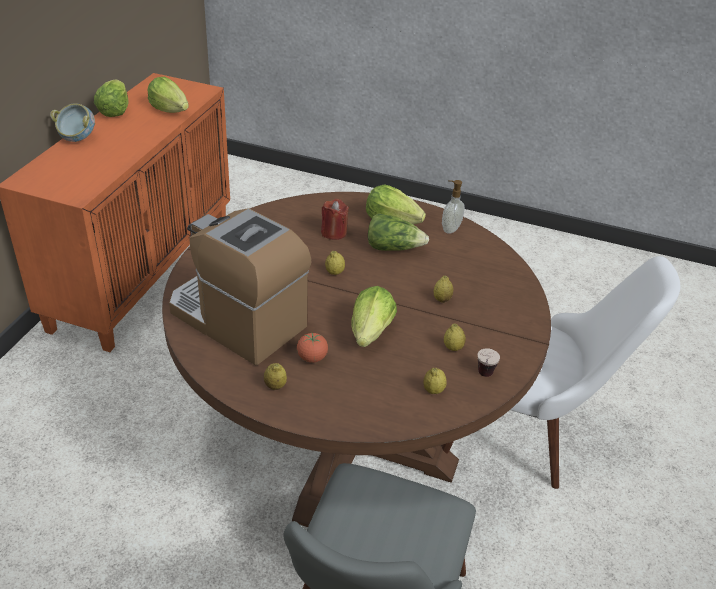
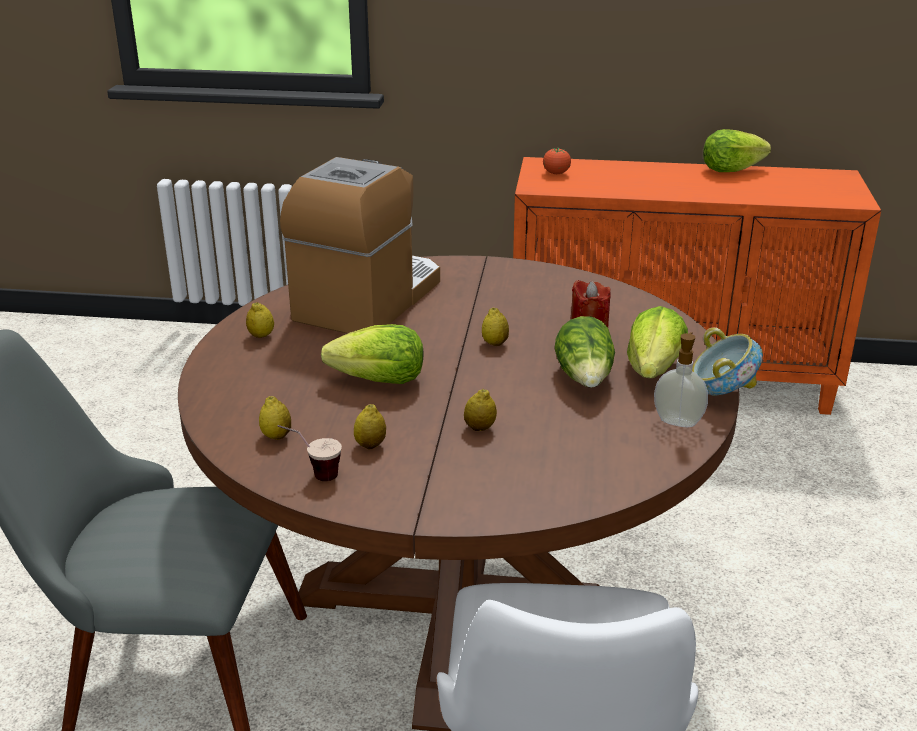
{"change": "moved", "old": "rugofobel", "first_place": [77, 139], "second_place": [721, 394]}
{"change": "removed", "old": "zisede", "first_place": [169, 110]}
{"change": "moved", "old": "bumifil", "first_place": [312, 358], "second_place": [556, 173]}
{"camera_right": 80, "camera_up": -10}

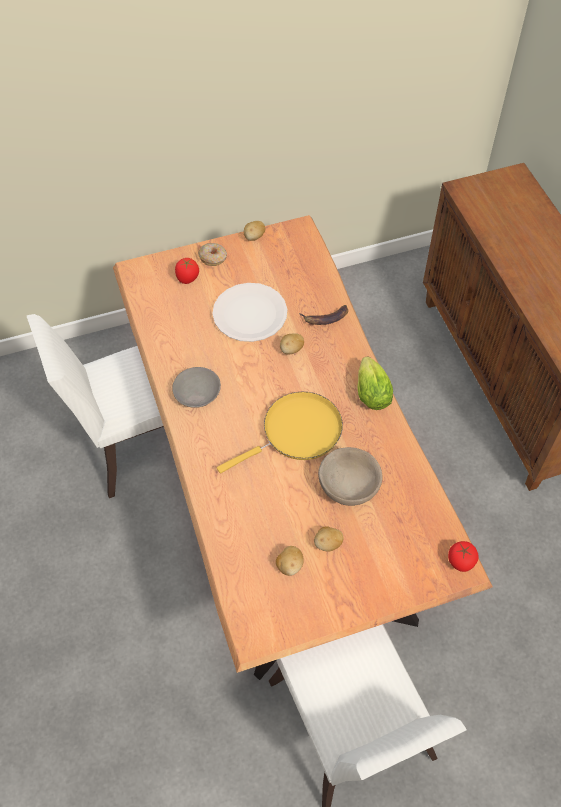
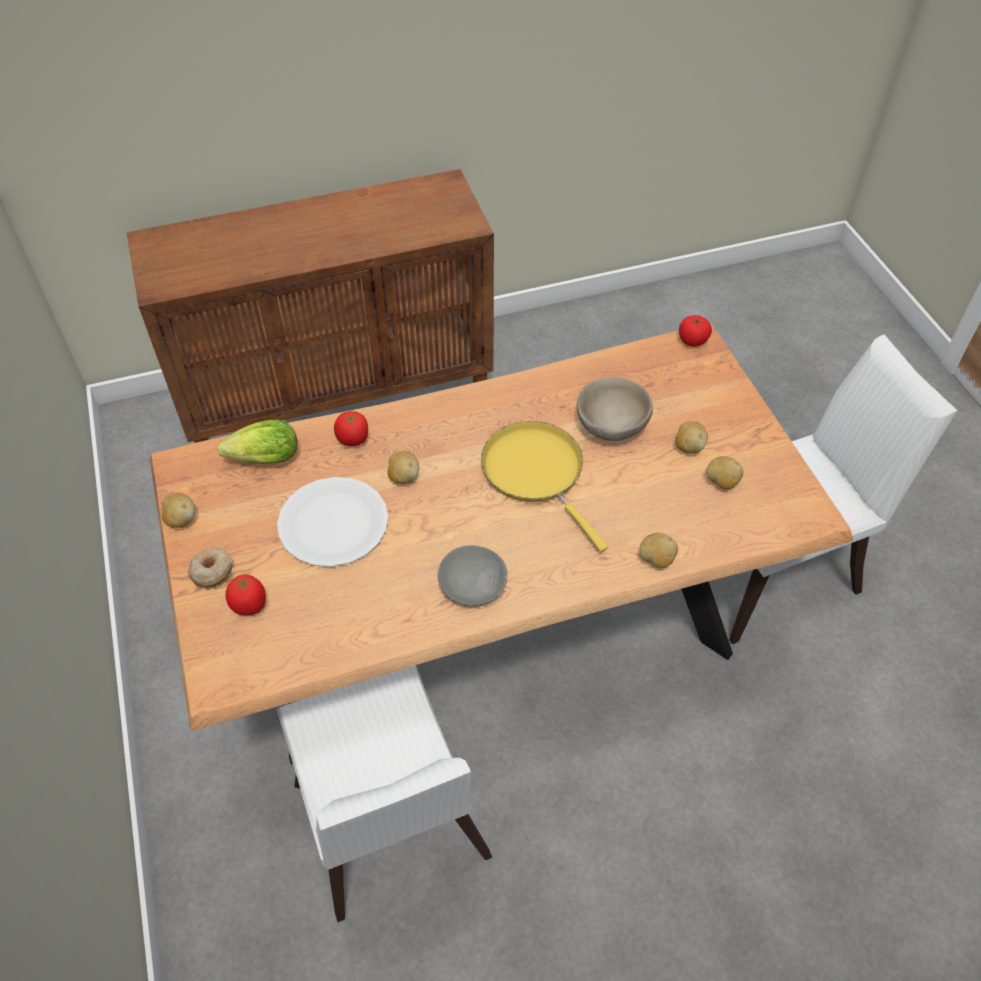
{"change": "replaced", "old": "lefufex", "new": "bumifil", "first_place": [325, 318], "second_place": [353, 440]}
{"change": "moved", "old": "zisede", "first_place": [371, 391], "second_place": [261, 460]}
{"change": "added", "new": "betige", "second_place": [656, 559]}
{"camera_right": -90, "camera_up": -5}

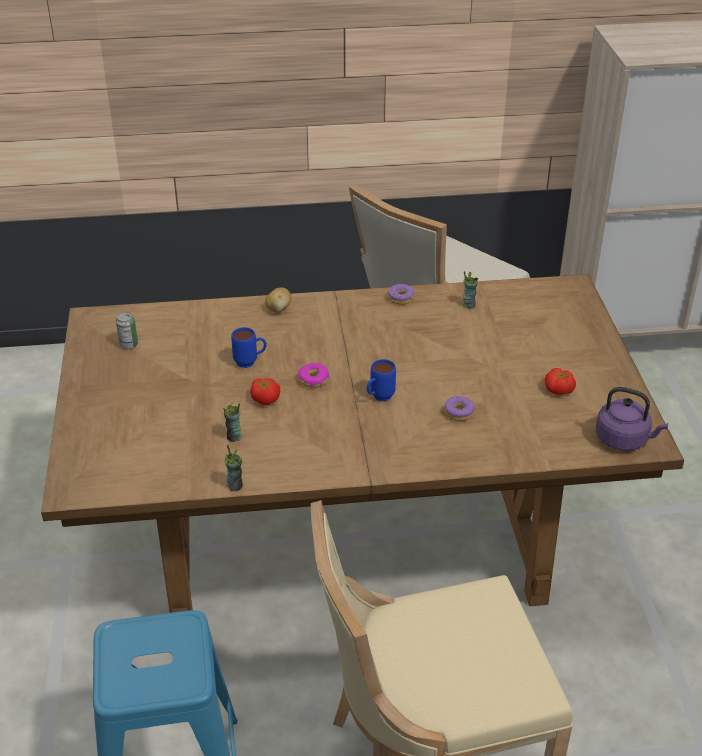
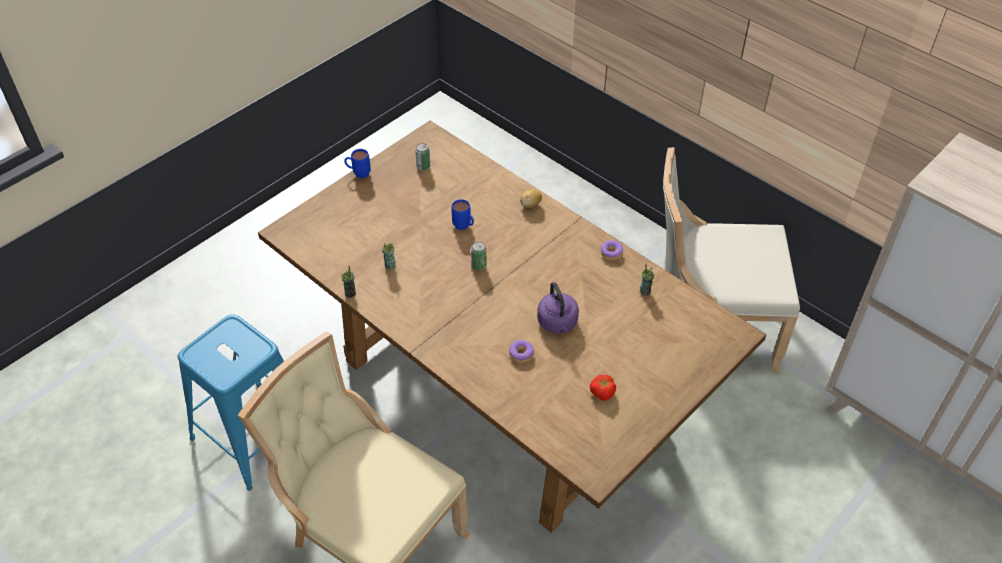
{"change": "removed", "old": "bumifil", "first_place": [265, 399]}
{"change": "replaced", "old": "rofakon", "new": "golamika", "first_place": [313, 380], "second_place": [478, 265]}
{"change": "moved", "old": "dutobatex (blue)", "first_place": [379, 398], "second_place": [358, 174]}
{"change": "moved", "old": "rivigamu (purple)", "first_place": [624, 440], "second_place": [558, 324]}
{"camera_right": 50, "camera_up": 10}

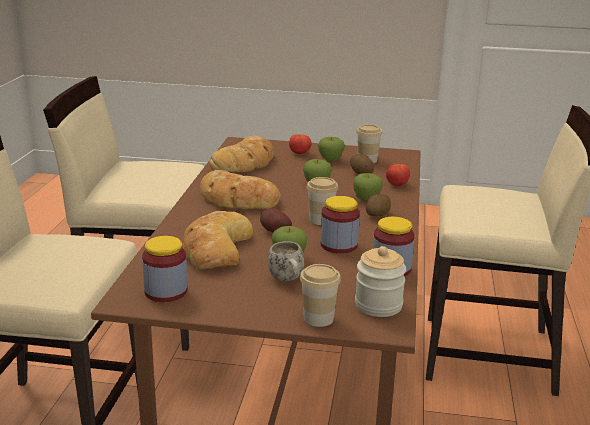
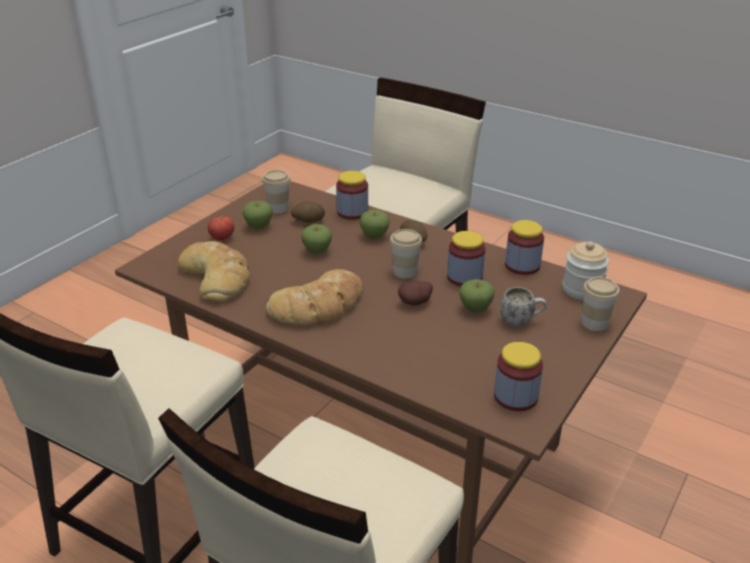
{"change": "removed", "old": "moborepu", "first_place": [215, 249]}
{"change": "replaced", "old": "bumifil", "new": "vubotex", "first_place": [397, 185], "second_place": [352, 212]}
{"camera_right": -65, "camera_up": 10}

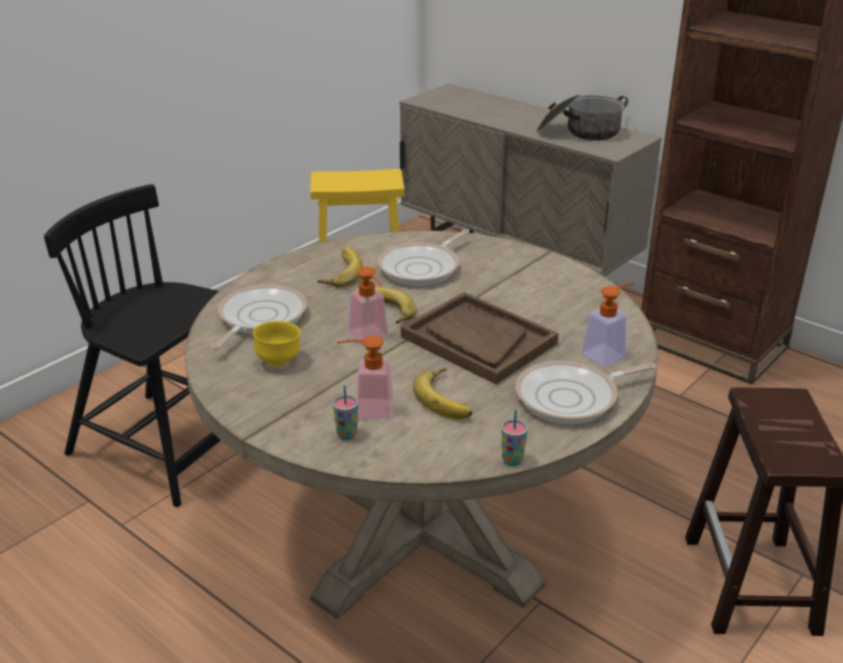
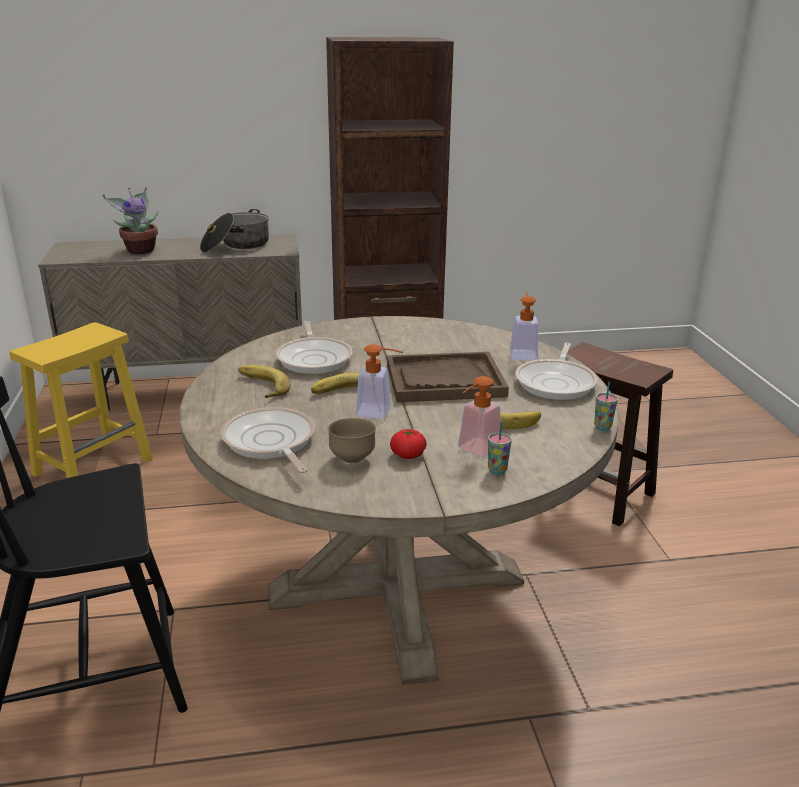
{"change": "recoloured", "old": "rugofobel (yellow)", "new": "rugofobel (brown)", "first_place": [279, 361], "second_place": [352, 458]}
{"change": "added", "new": "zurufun", "second_place": [140, 250]}
{"change": "added", "new": "bumifil", "second_place": [408, 455]}
{"camera_right": -50, "camera_up": -5}

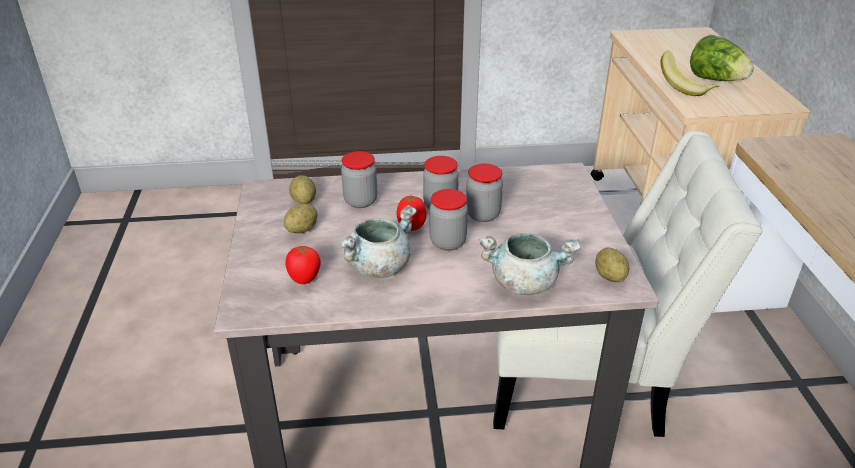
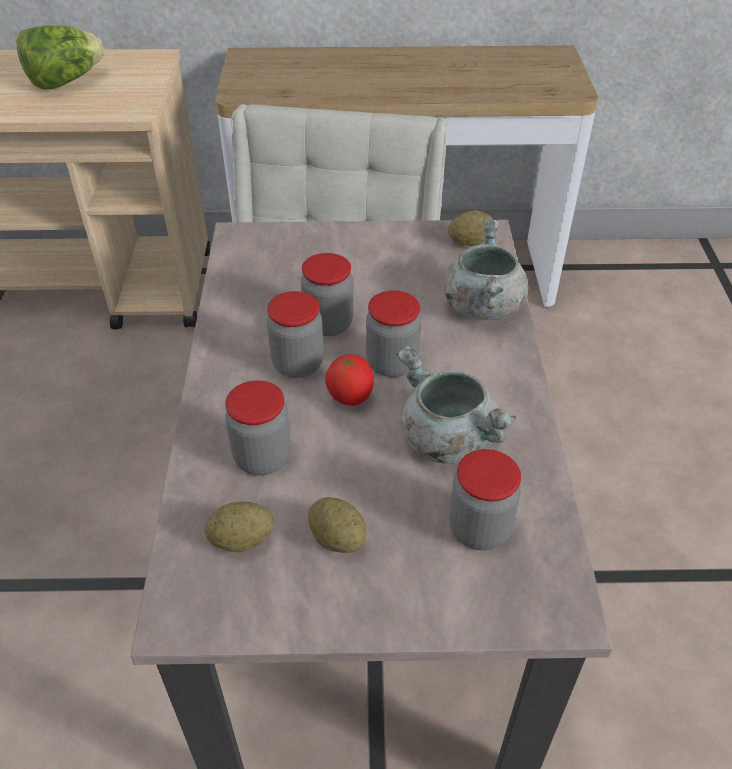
{"change": "replaced", "old": "bumifil", "new": "vubotex", "first_place": [304, 280], "second_place": [479, 529]}
{"change": "removed", "old": "lefufex", "first_place": [686, 88]}
{"camera_right": -85, "camera_up": 10}

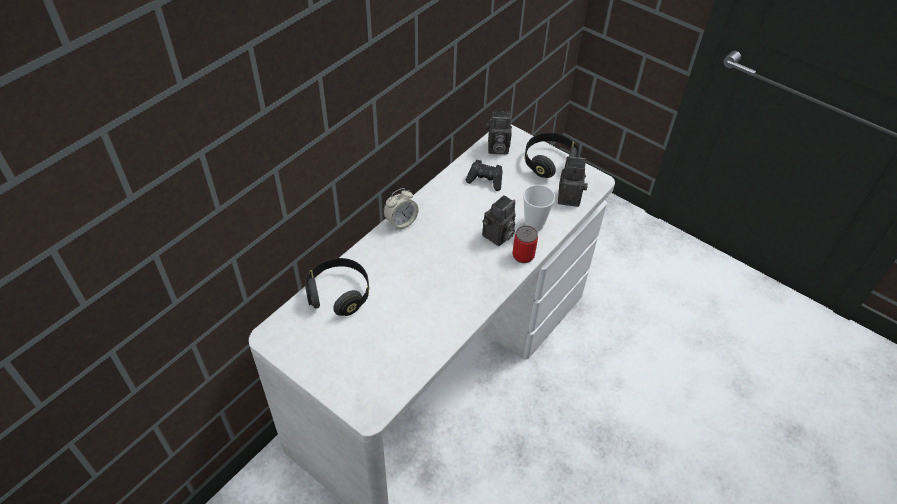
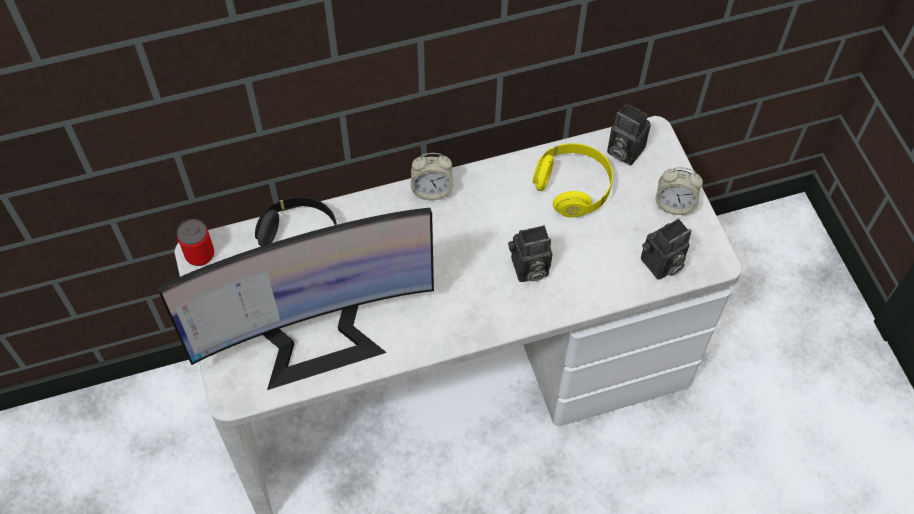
{"change": "replaced", "old": "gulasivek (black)", "new": "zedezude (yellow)", "first_place": [485, 181], "second_place": [573, 188]}
{"change": "moved", "old": "golamika", "first_place": [523, 255], "second_place": [200, 254]}
{"change": "removed", "old": "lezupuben", "first_place": [534, 224]}
{"change": "replaced", "old": "zedezude (black)", "new": "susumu", "first_place": [549, 162], "second_place": [674, 204]}
{"change": "turned", "old": "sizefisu", "first_place": [570, 197], "second_place": [661, 265], "degrees": 105}
{"change": "added", "new": "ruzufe", "second_place": [316, 336]}
{"camera_right": 35, "camera_up": 10}

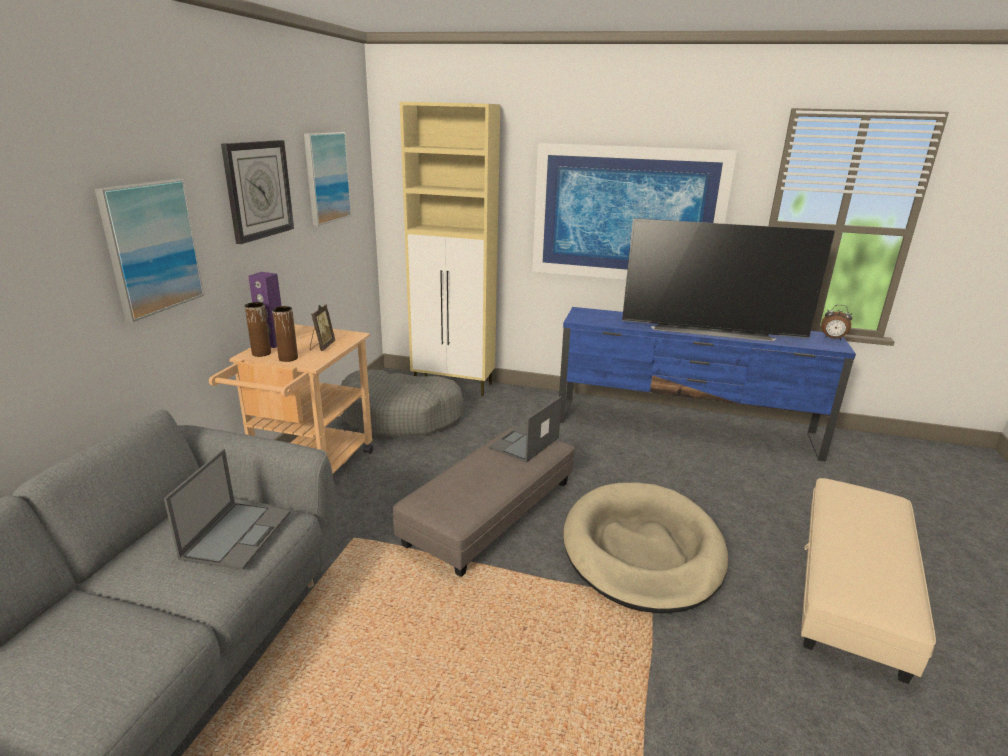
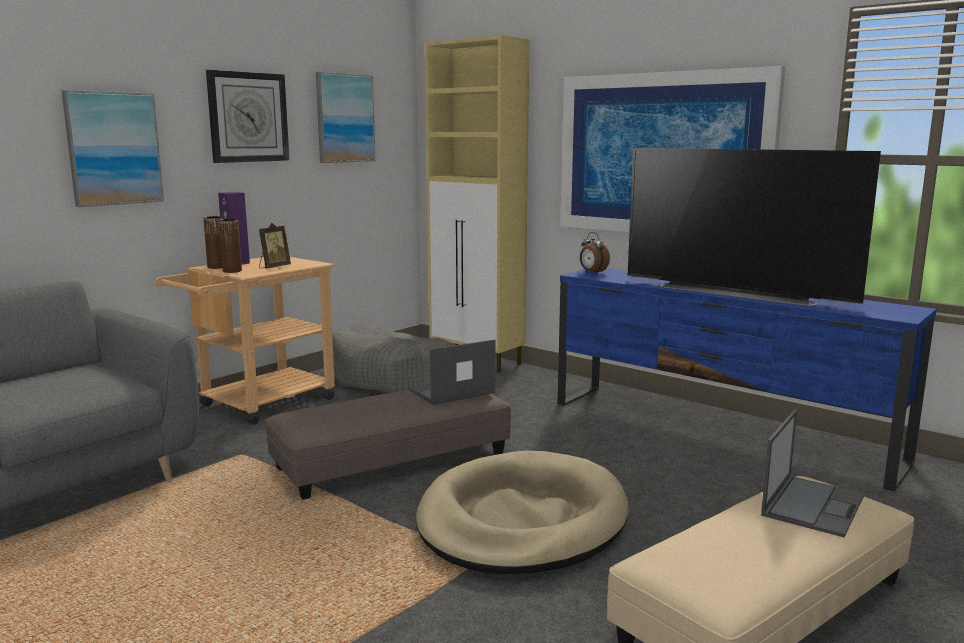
{"change": "moved", "old": "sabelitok", "first_place": [237, 534], "second_place": [813, 505]}
{"change": "moved", "old": "susumu", "first_place": [832, 338], "second_place": [592, 272]}
{"camera_right": 25, "camera_up": -10}

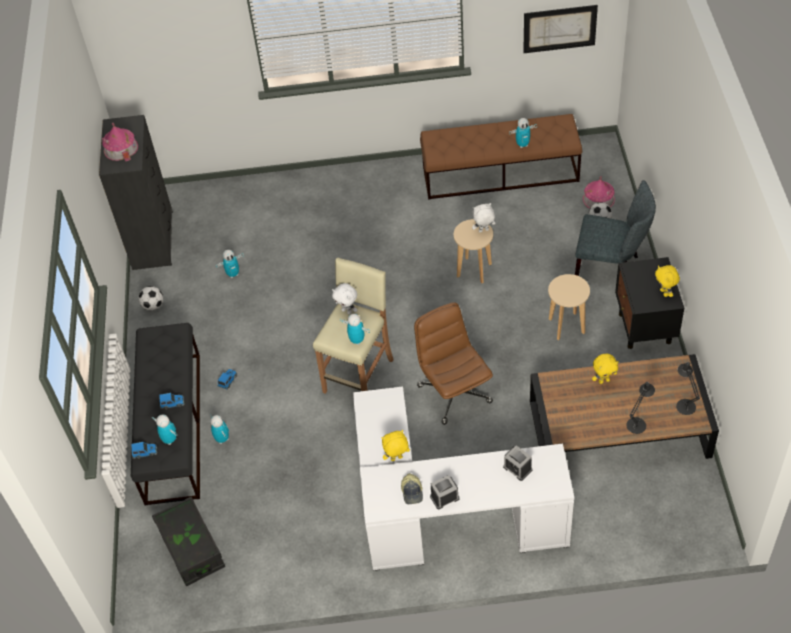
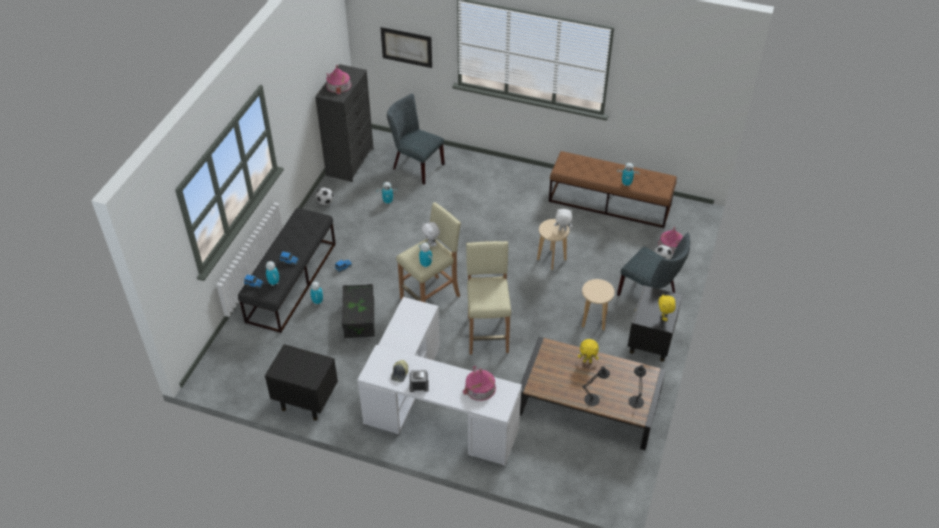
{"change": "moved", "old": "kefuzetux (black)", "first_place": [192, 549], "second_place": [359, 318]}
{"change": "removed", "old": "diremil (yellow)", "first_place": [396, 459]}
{"change": "replaced", "old": "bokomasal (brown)", "new": "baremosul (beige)", "first_place": [454, 393], "second_place": [487, 333]}
{"change": "replaced", "old": "susumu", "new": "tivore", "first_place": [517, 468], "second_place": [480, 387]}
{"change": "moved", "old": "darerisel", "first_place": [559, 29], "second_place": [406, 47]}
{"change": "added", "new": "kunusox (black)", "second_place": [305, 401]}
{"change": "added", "new": "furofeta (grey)", "second_place": [415, 166]}
{"camera_right": 20, "camera_up": -5}

